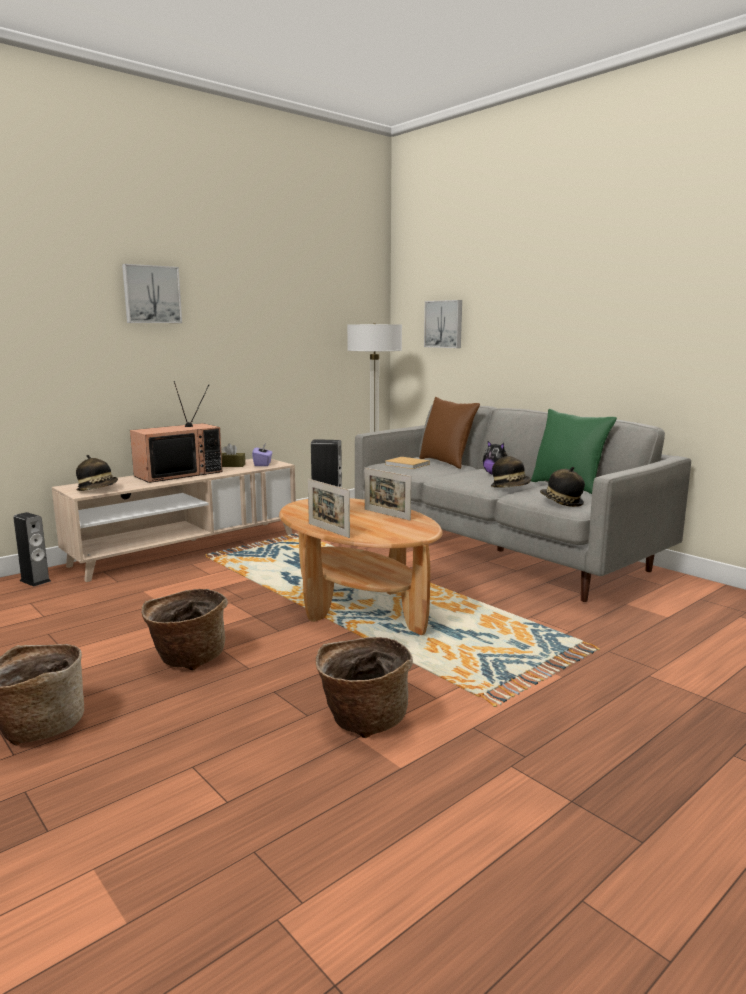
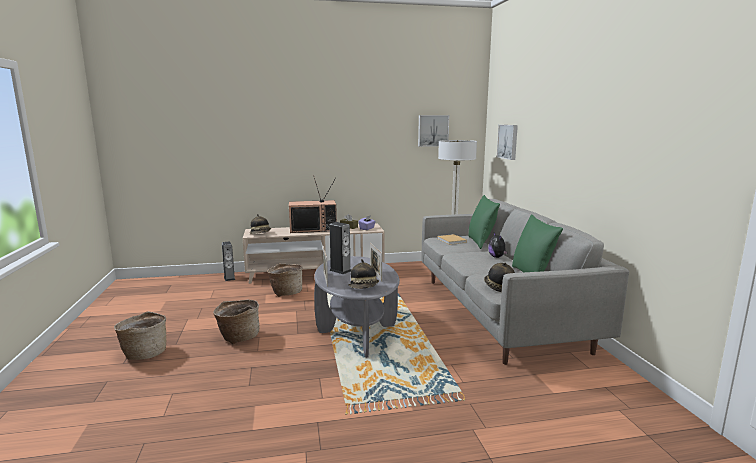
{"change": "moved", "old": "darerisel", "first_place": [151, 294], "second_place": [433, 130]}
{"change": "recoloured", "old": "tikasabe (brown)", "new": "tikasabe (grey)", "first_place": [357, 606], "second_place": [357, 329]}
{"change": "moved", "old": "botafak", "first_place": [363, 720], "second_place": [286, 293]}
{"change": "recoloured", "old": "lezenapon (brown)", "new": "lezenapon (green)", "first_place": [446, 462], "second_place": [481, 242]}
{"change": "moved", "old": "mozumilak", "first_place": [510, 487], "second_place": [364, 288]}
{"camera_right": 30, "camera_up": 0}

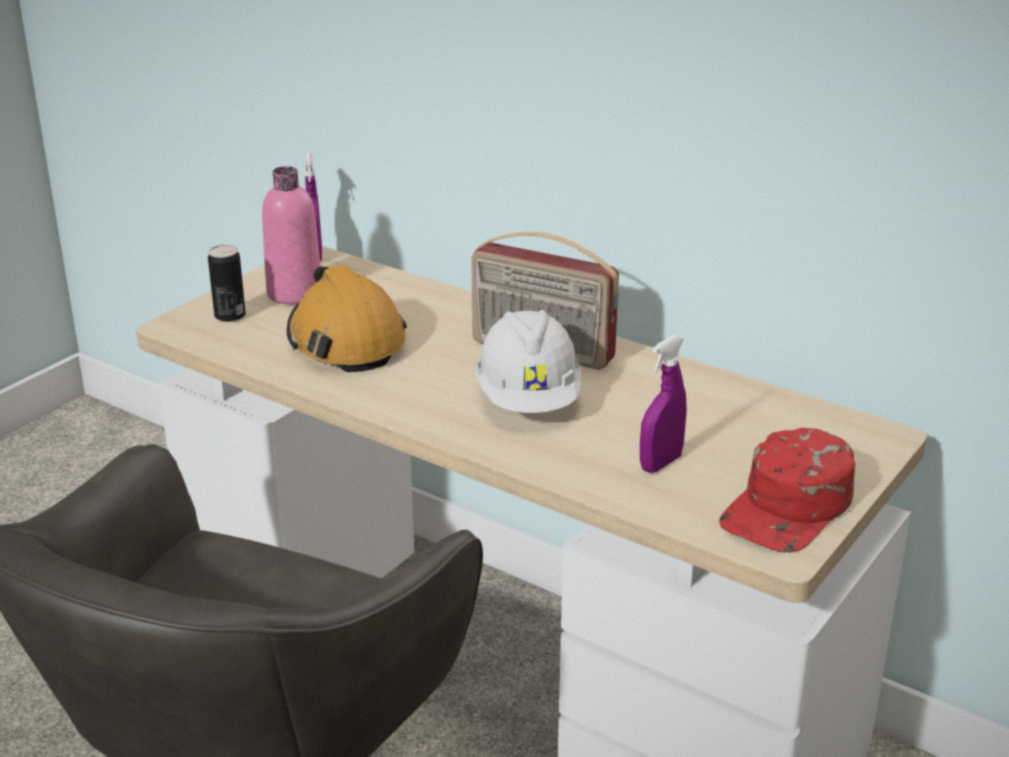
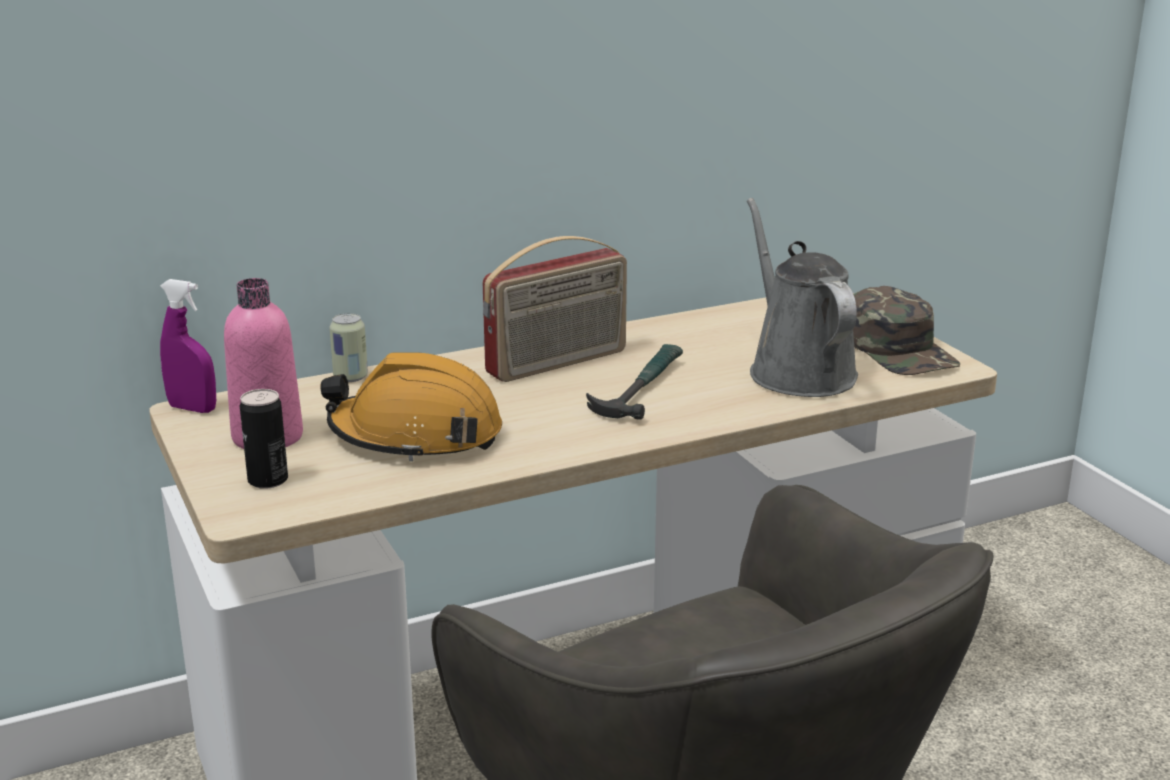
{"change": "replaced", "old": "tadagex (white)", "new": "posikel", "first_place": [528, 400], "second_place": [639, 389]}
{"change": "replaced", "old": "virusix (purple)", "new": "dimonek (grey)", "first_place": [660, 463], "second_place": [797, 370]}
{"change": "recoloured", "old": "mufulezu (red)", "new": "mufulezu (green)", "first_place": [789, 508], "second_place": [900, 349]}
{"change": "added", "new": "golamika", "second_place": [350, 377]}
{"camera_right": -60, "camera_up": -5}

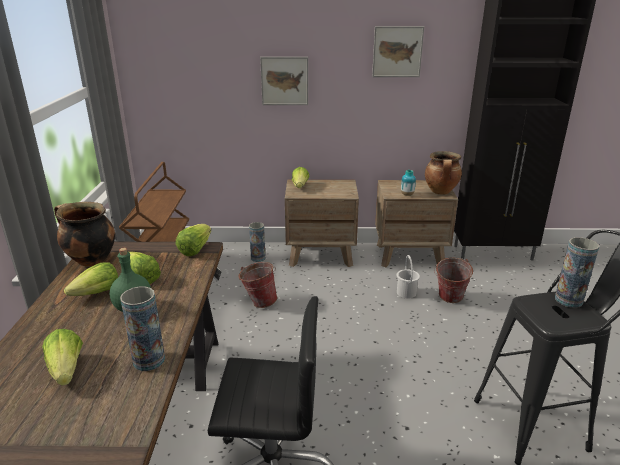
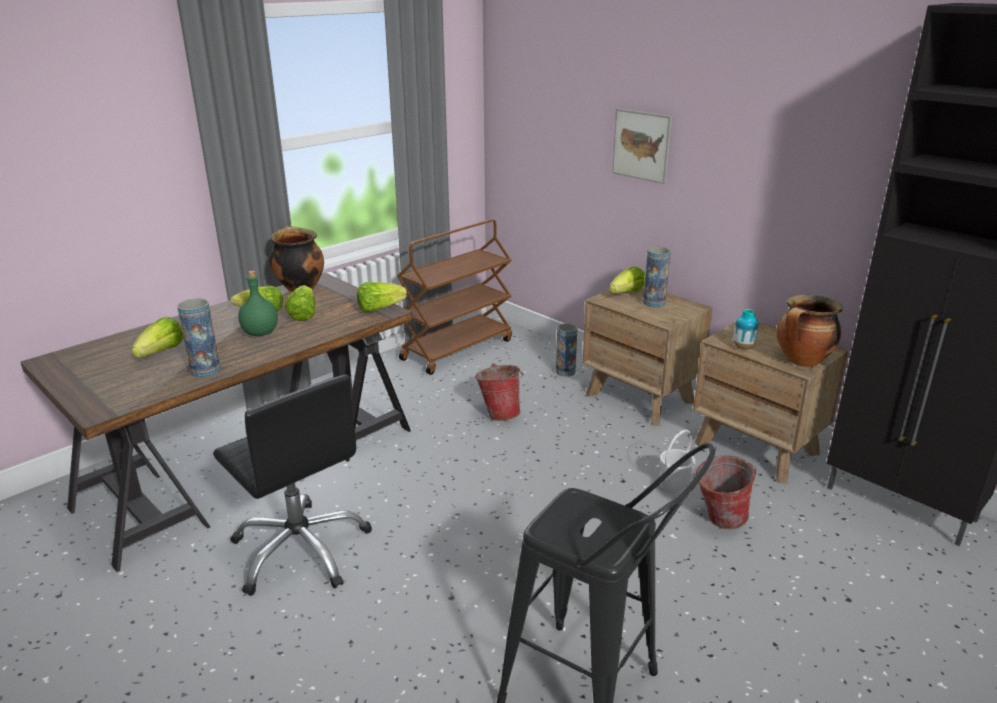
{"change": "removed", "old": "darerisel", "first_place": [397, 52]}
{"change": "moved", "old": "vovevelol", "first_place": [568, 300], "second_place": [654, 303]}
{"camera_right": 45, "camera_up": 0}

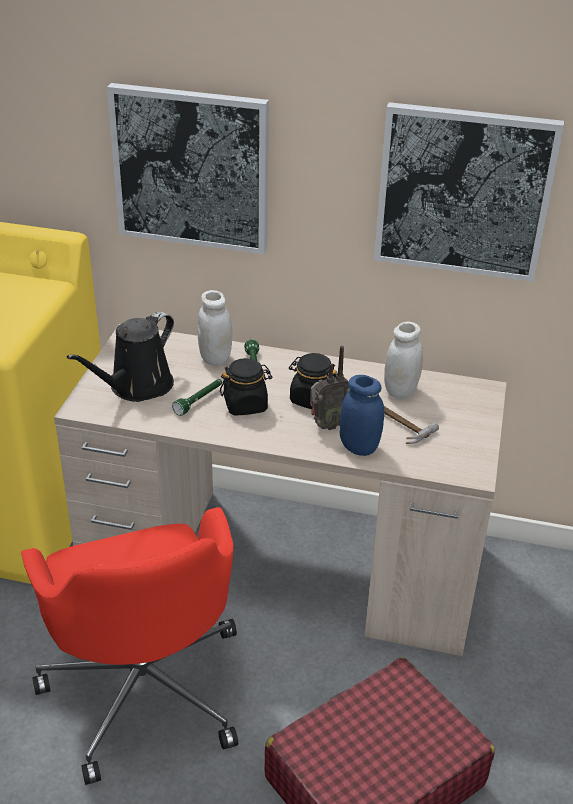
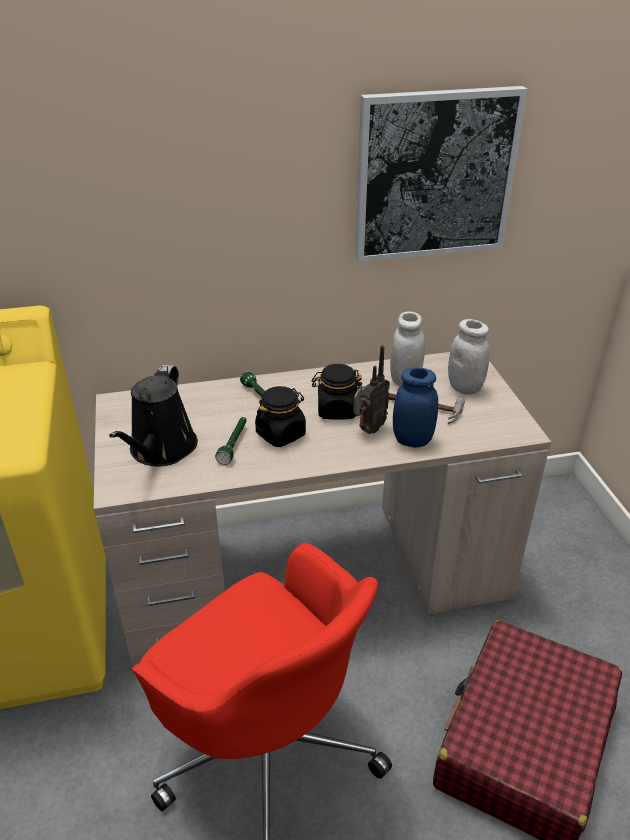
{"change": "removed", "old": "darerisel", "first_place": [191, 168]}
{"change": "moved", "old": "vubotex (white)", "first_place": [215, 358], "second_place": [465, 388]}
{"camera_right": -25, "camera_up": 0}

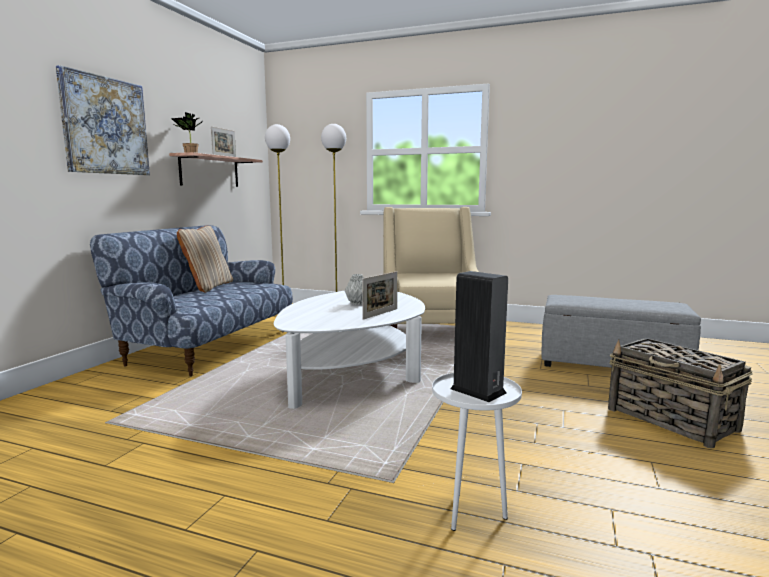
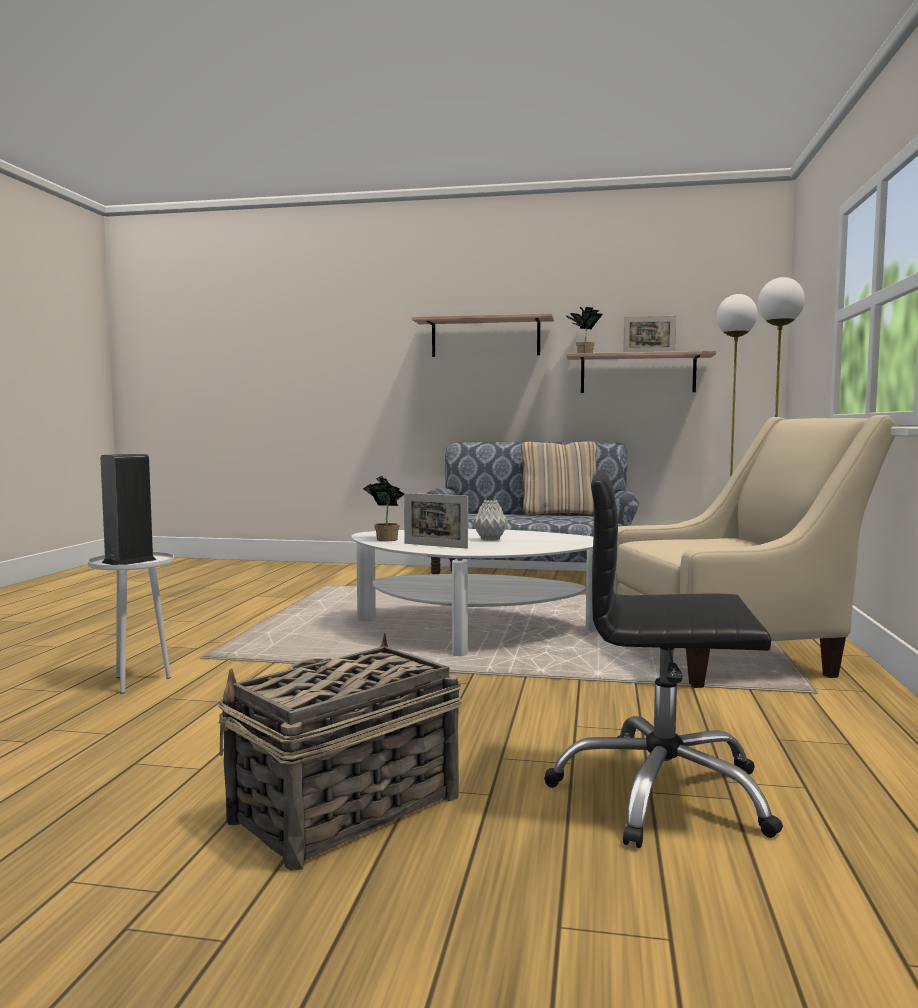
{"change": "replaced", "old": "darerisel", "new": "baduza", "first_place": [105, 126], "second_place": [485, 337]}
{"change": "replaced", "old": "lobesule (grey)", "new": "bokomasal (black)", "first_place": [610, 365], "second_place": [662, 793]}
{"change": "added", "new": "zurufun", "second_place": [384, 539]}
{"camera_right": 80, "camera_up": -5}

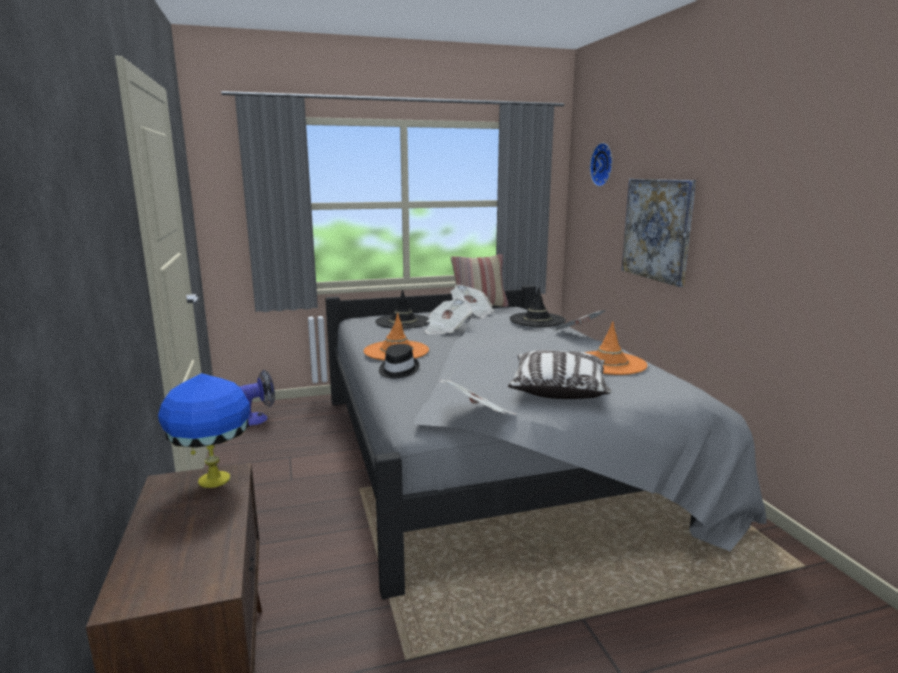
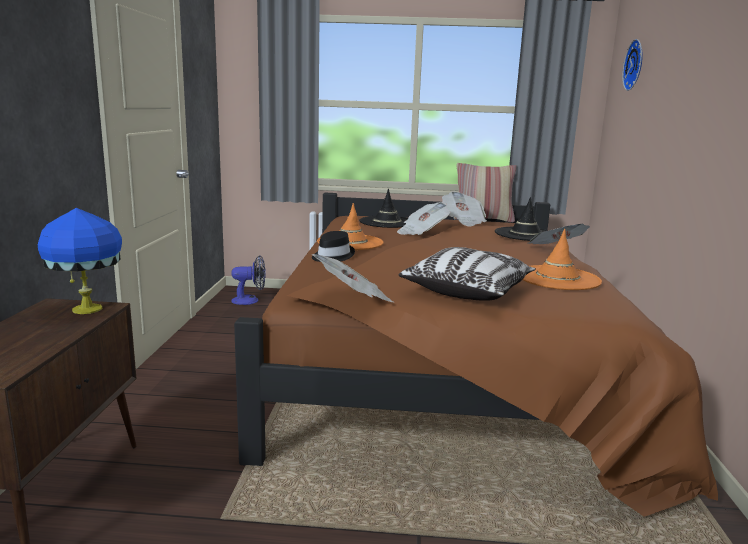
{"change": "recoloured", "old": "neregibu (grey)", "new": "neregibu (brown)", "first_place": [496, 456], "second_place": [445, 370]}
{"change": "removed", "old": "darerisel", "first_place": [657, 229]}
{"camera_right": 20, "camera_up": 0}

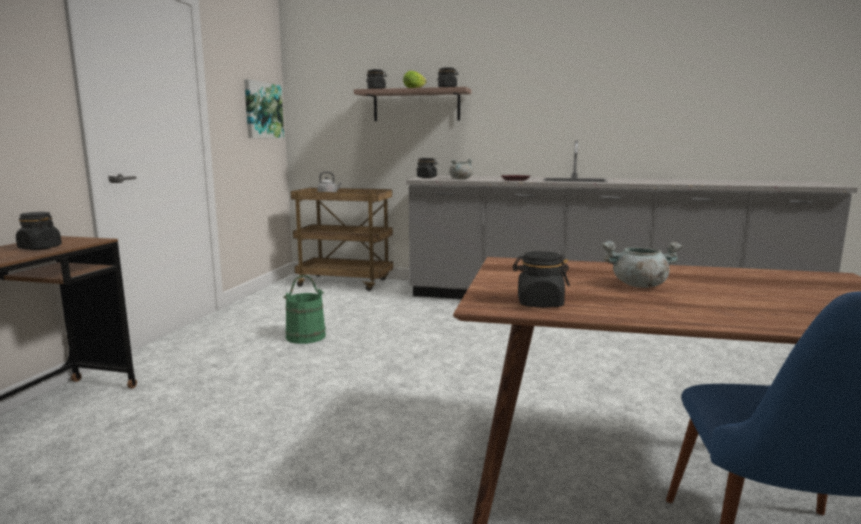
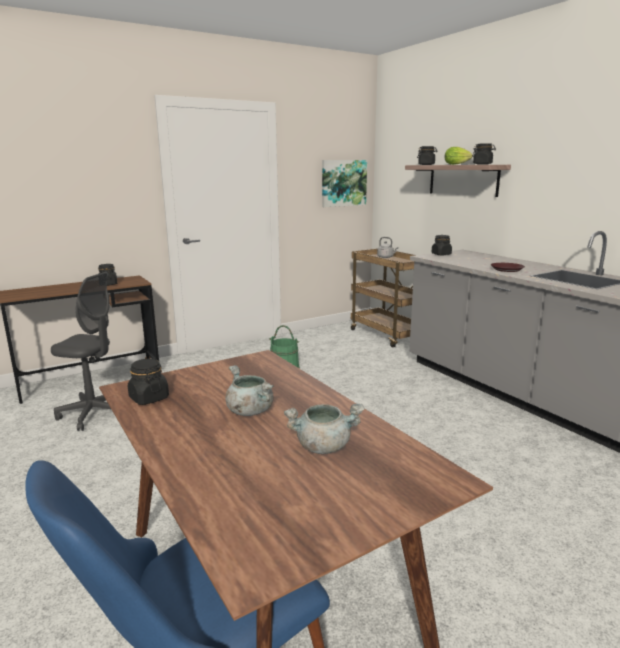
{"change": "moved", "old": "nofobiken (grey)", "first_place": [460, 179], "second_place": [323, 446]}
{"change": "added", "new": "bokomasal (grey)", "second_place": [94, 414]}
{"camera_right": 45, "camera_up": 5}

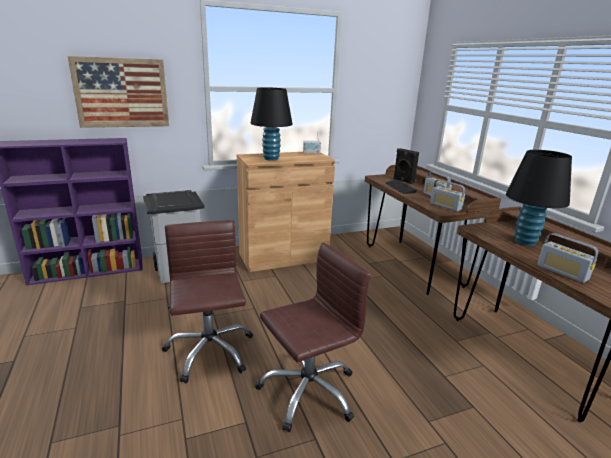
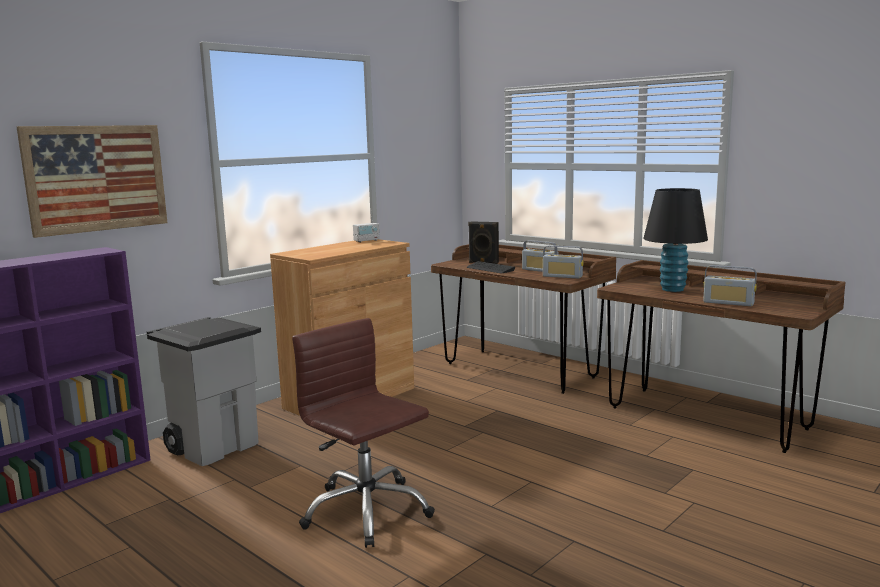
{"change": "removed", "old": "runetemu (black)", "first_place": [271, 159]}
{"change": "removed", "old": "bokomasal (brown)", "first_place": [308, 391]}
{"camera_right": -25, "camera_up": -10}

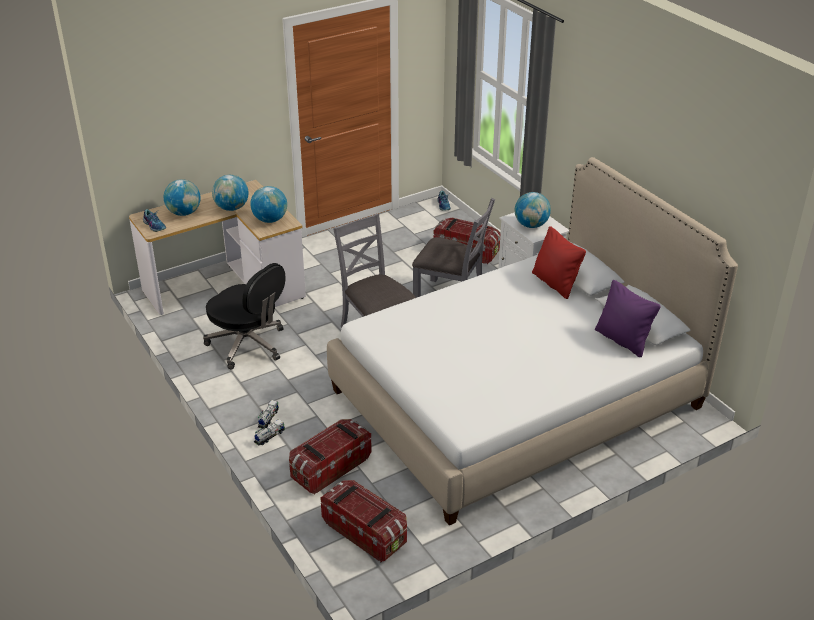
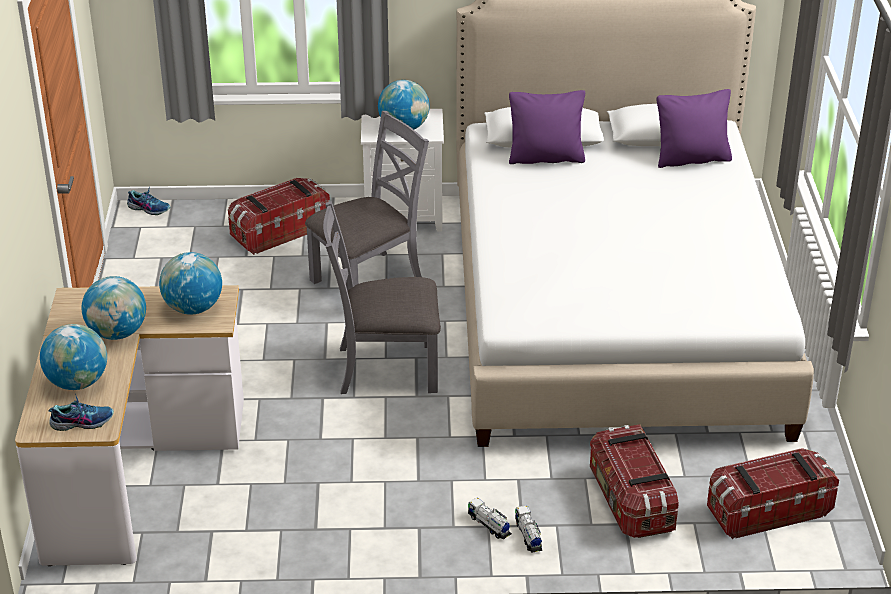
{"change": "removed", "old": "bokomasal (black)", "first_place": [248, 345]}
{"change": "recoloured", "old": "lezenapon (red)", "new": "lezenapon (purple)", "first_place": [555, 283], "second_place": [546, 158]}
{"camera_right": -60, "camera_up": 0}

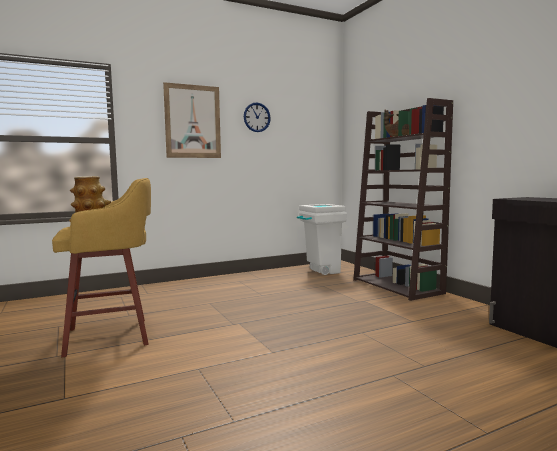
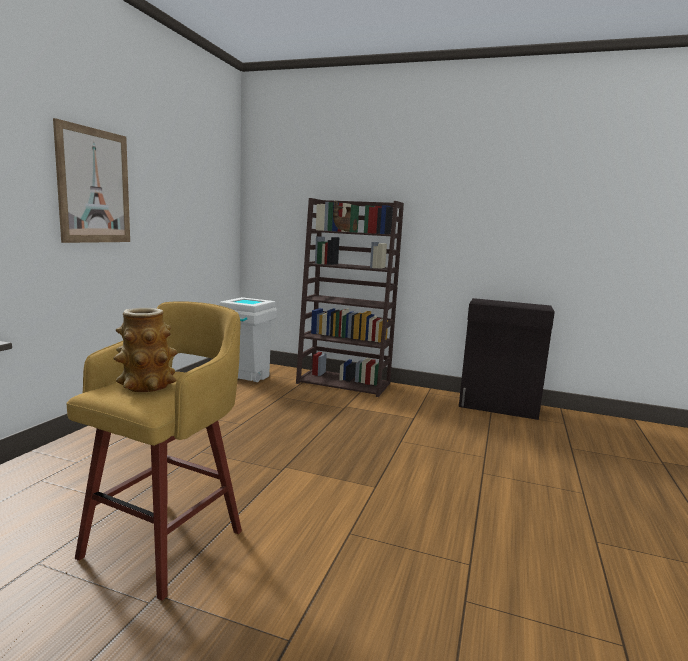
{"change": "removed", "old": "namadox", "first_place": [257, 117]}
{"camera_right": -45, "camera_up": 5}

